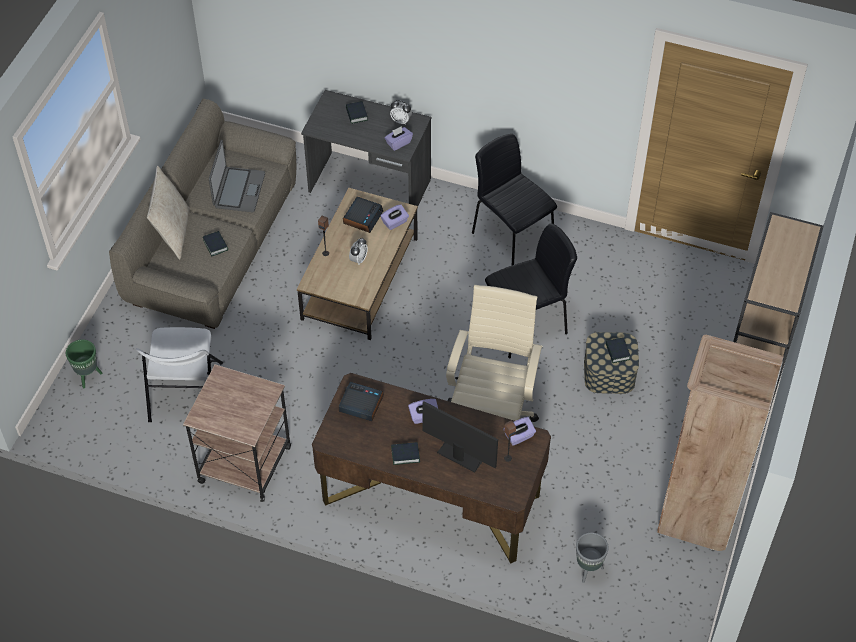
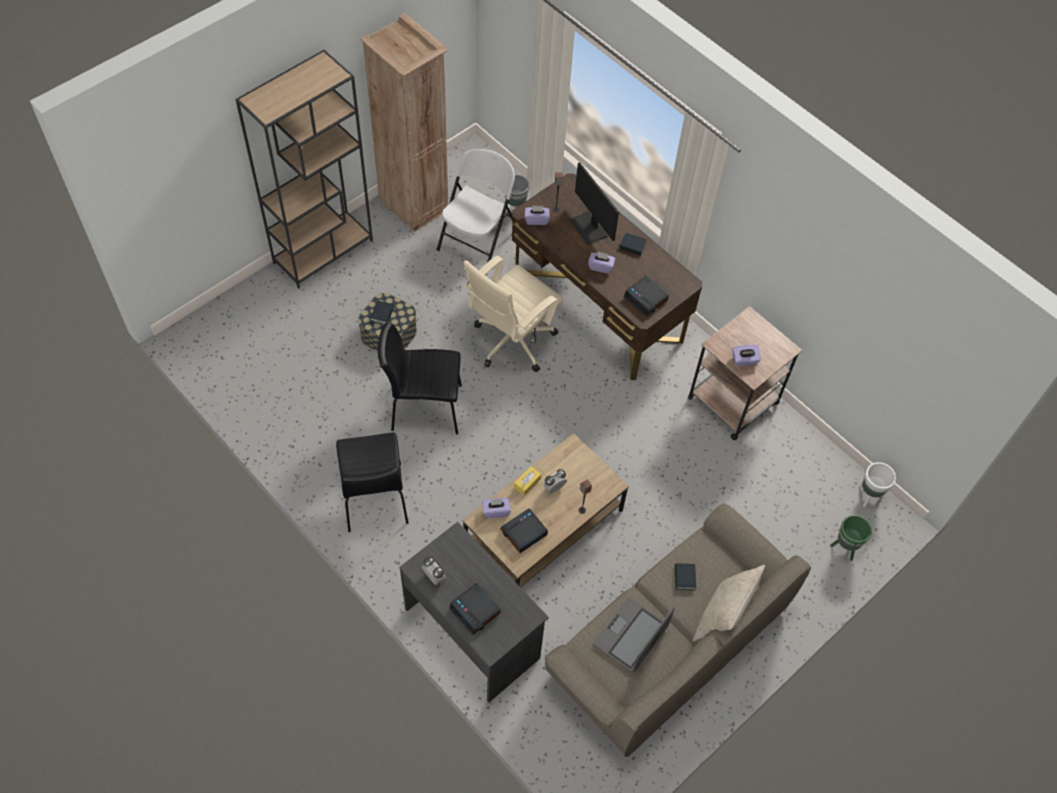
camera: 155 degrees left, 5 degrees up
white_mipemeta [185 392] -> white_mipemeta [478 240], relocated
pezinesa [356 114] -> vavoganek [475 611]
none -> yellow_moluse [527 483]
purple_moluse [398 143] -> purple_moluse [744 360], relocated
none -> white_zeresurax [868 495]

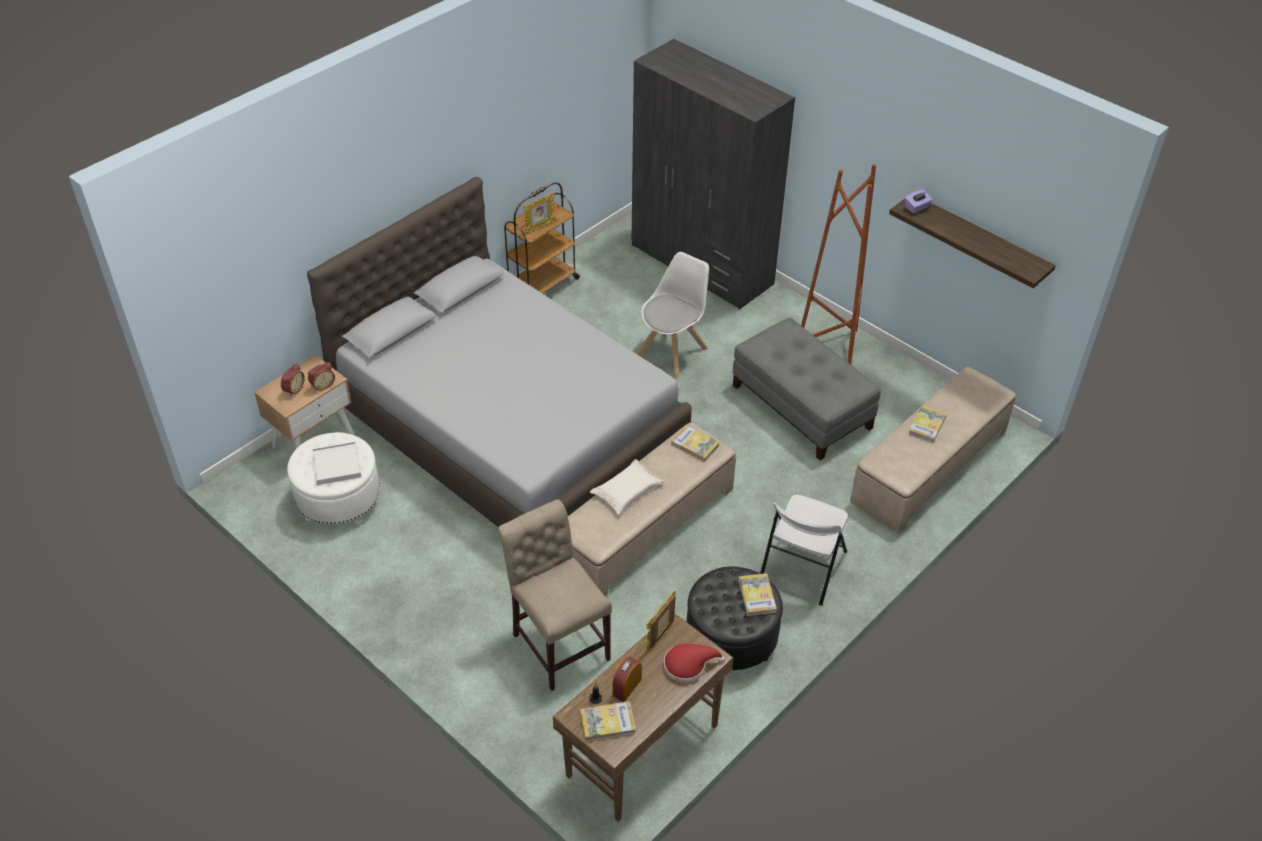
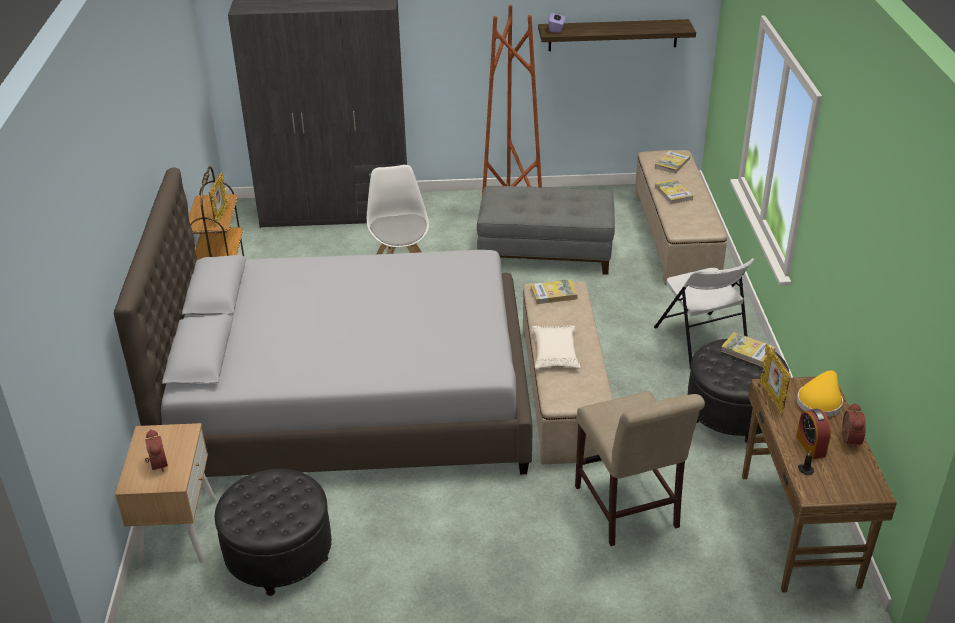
camera: 45 degrees left, 10 degrees down
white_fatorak [339 500] -> black_fatorak [279 557]
beige_mipemeta [558 642] -> beige_mipemeta [628 511], 120 degrees counterclockwise
pezinesa [607 722] -> pezinesa [672 163], relocated
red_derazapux [688 665] -> yellow_derazapux [820 401]
vavoganek [322 385] -> vavoganek [848 439], relocated
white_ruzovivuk [337 465] -> none

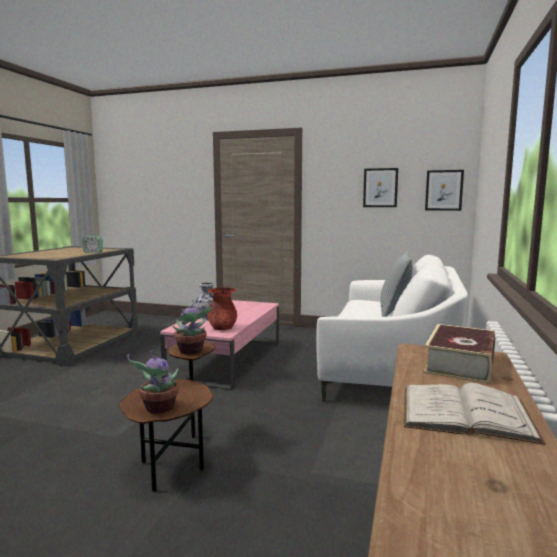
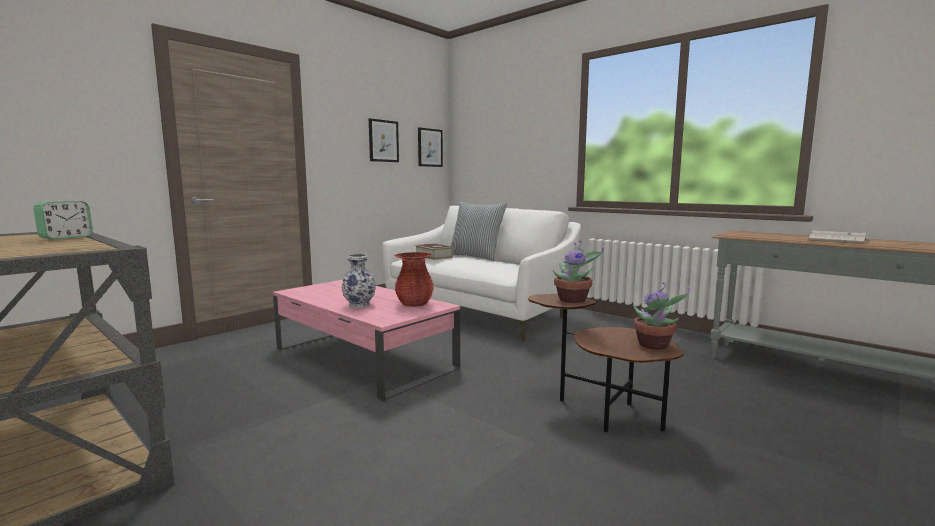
camera: 65 degrees left, 0 degrees up
pezinesa [460 363] -> pezinesa [433 256], relocated

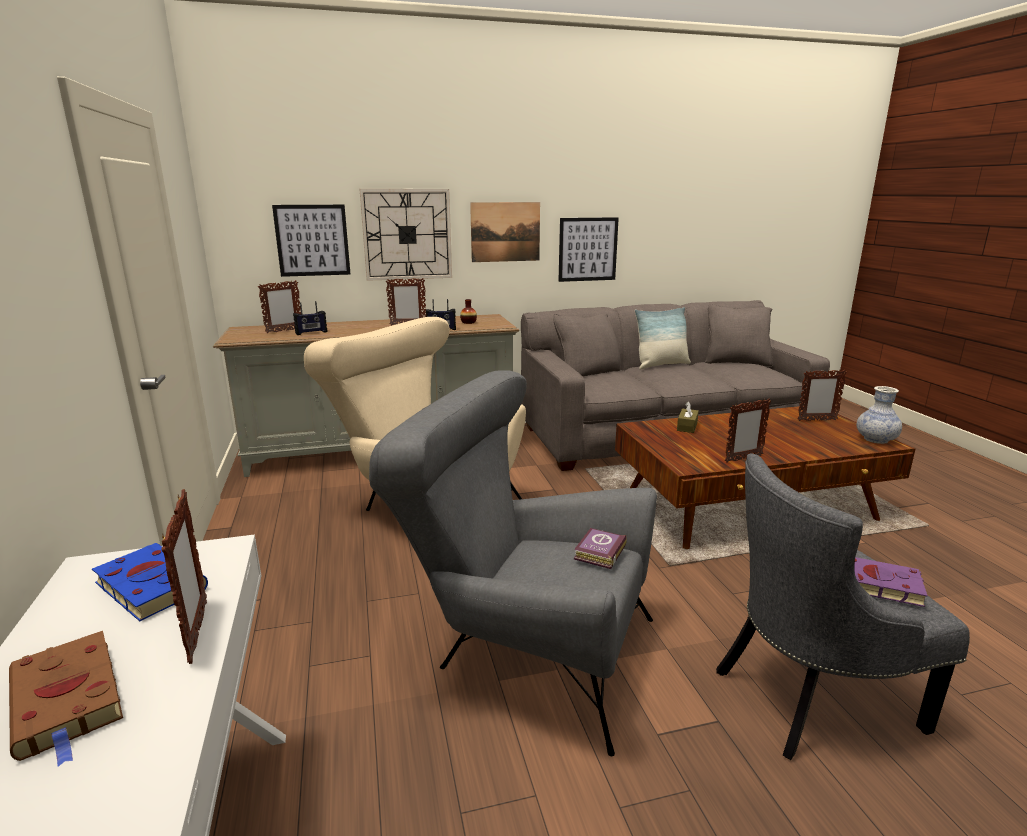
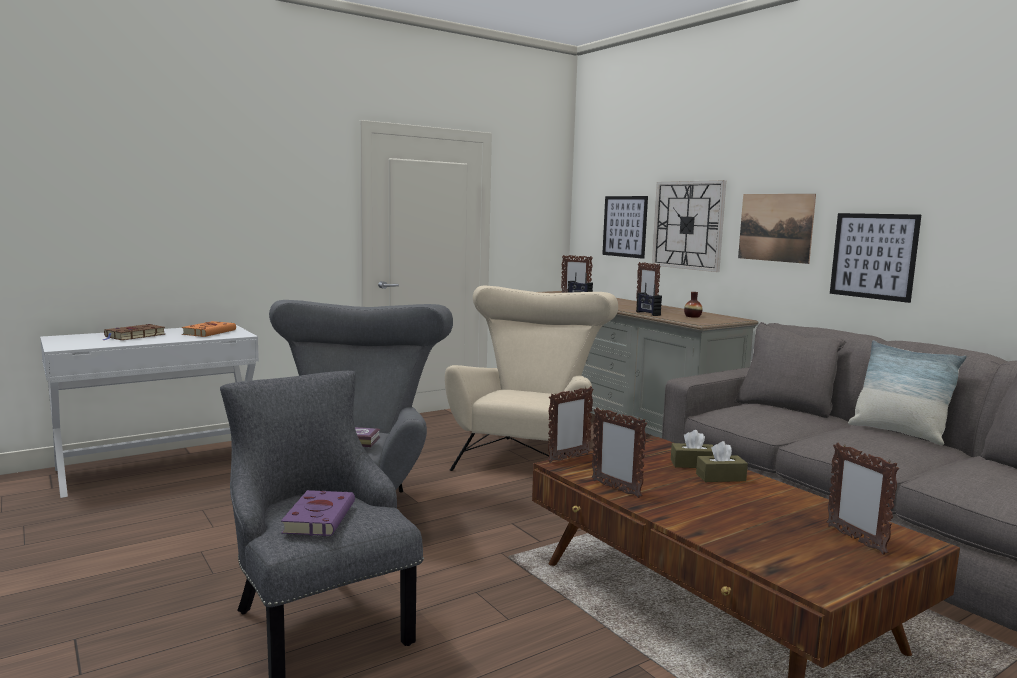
camera: 70 degrees right, 10 degrees down
blue_pezinesa [149 585] -> orange_pezinesa [210 332]
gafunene [197 632] -> gafunene [568 458], relocated
none -> brown_moluse [720 477]
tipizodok [876 439] -> none

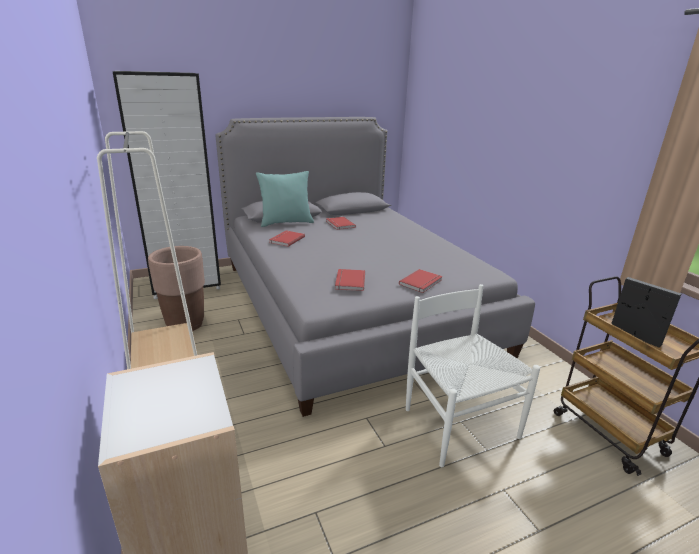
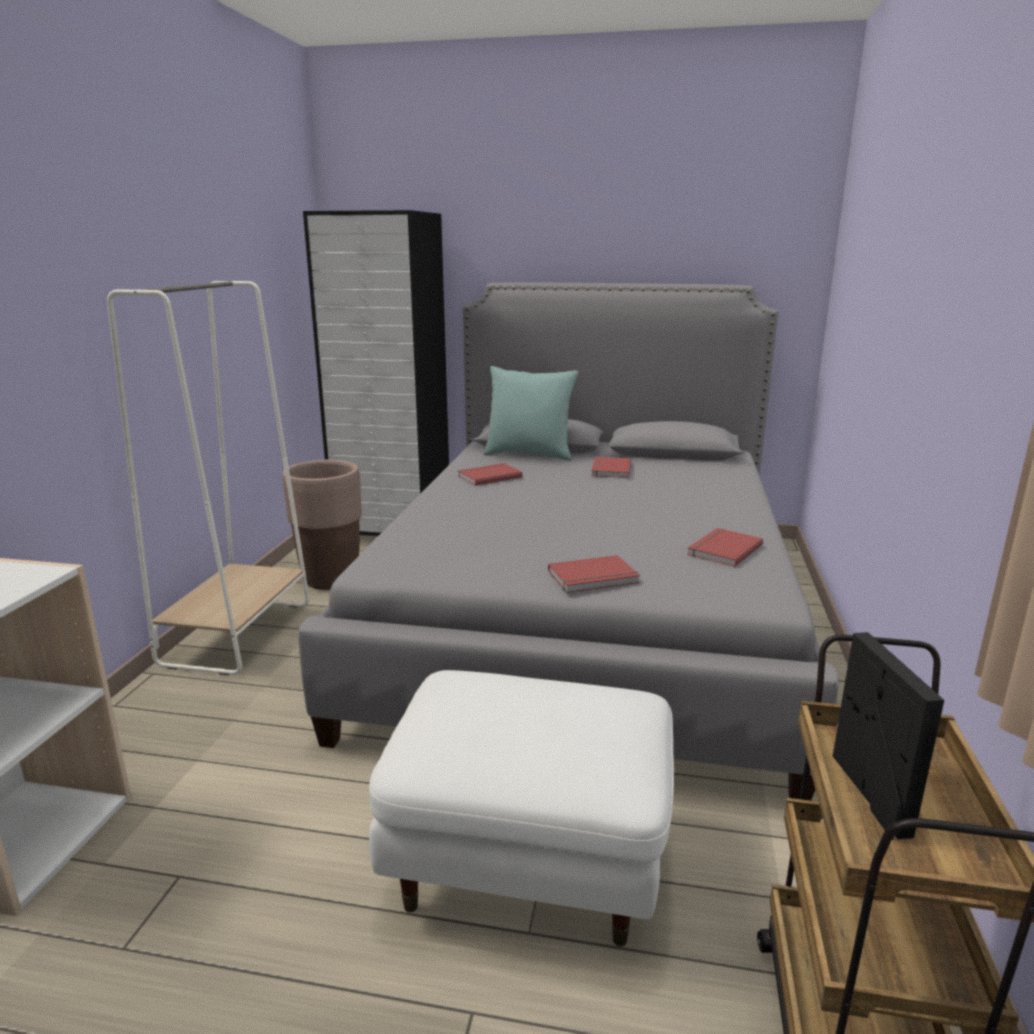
camera: 35 degrees right, 5 degrees down
white_mipemeta [457 424] -> white_fatorak [531 864]
red_pezinesa [349 281] -> red_pezinesa [722 549], relocated

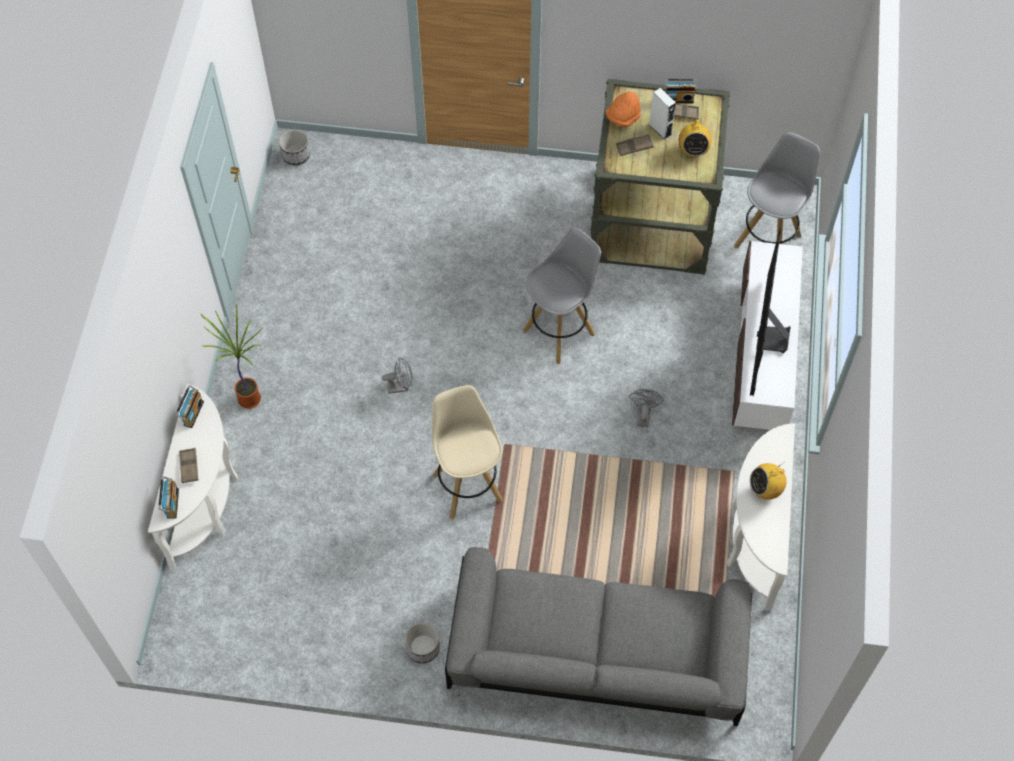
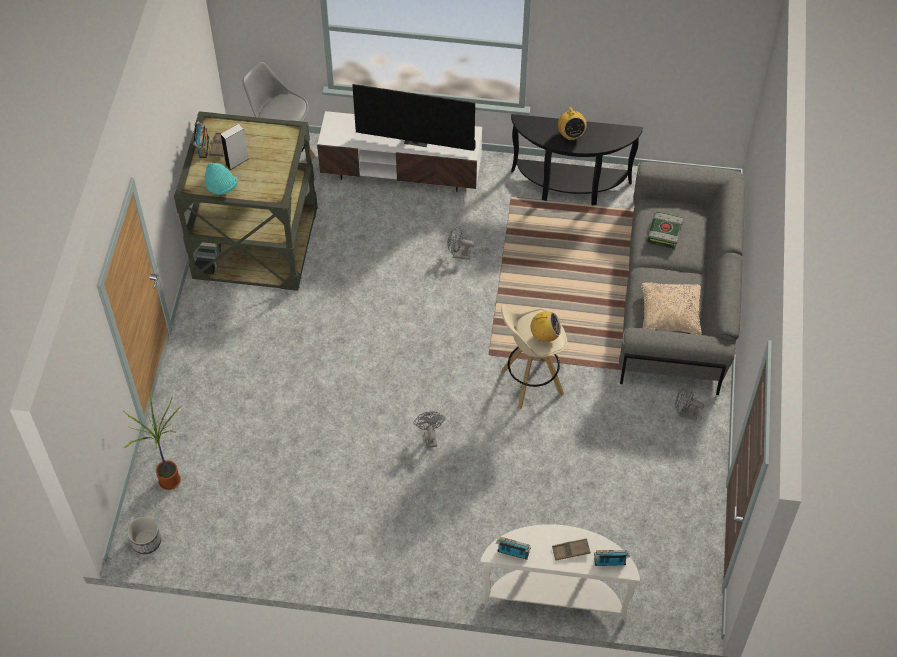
camera: 90 degrees left, 5 degrees down
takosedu [248 398] -> takosedu [168 482], relocated
orange_derazapux [623 117] -> turquoise_derazapux [221 187]
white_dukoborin [753 537] -> black_dukoborin [570 188]
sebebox [693 150] -> sebebox [545 336], relocated
none -> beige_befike [670 314]
none -> pezinesa [664 232]
zeresurax [422 648] -> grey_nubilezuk [684 413]
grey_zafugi [560 332] -> none
brown_ruzovivuk [634 147] -> none

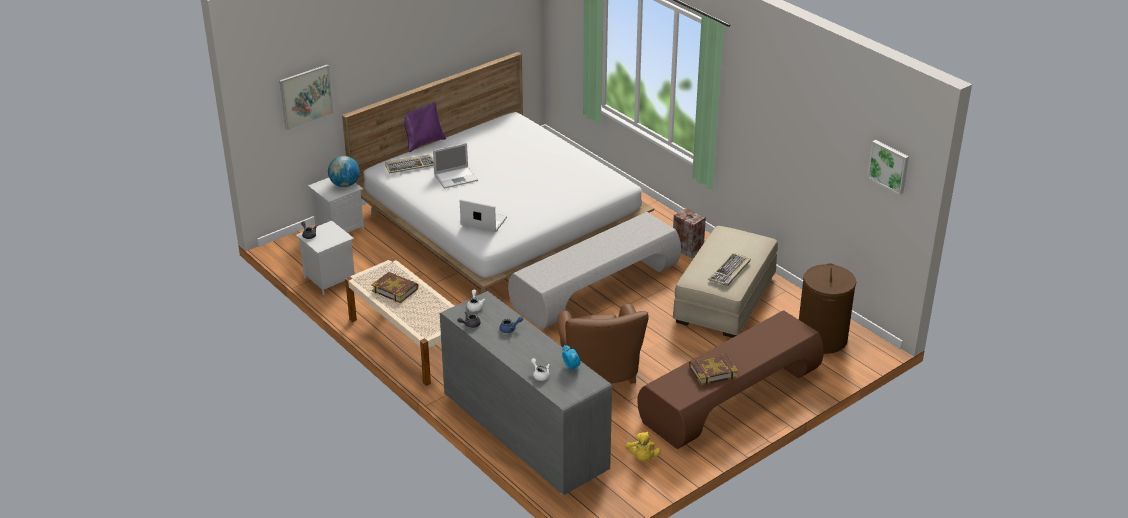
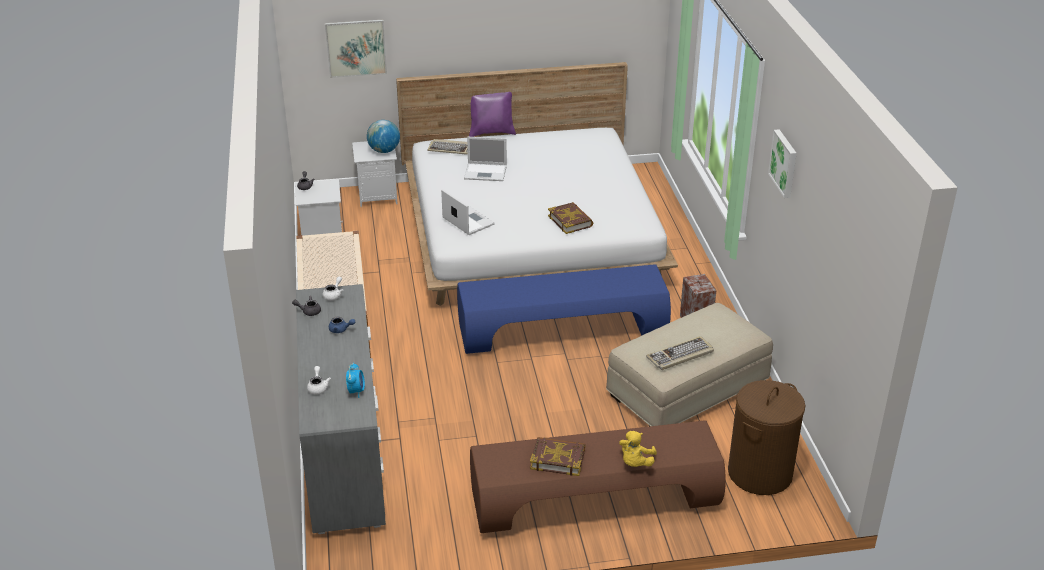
camera: 30 degrees right, 0 degrees up
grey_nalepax [595 286] -> blue_nalepax [562 328]
pezinesa [395 290] -> pezinesa [570 221], relocated
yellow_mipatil [642 457] -> yellow_mipatil [635 463], relocated
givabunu [889 166] -> givabunu [784 163], relocated
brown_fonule [600 373] -> none

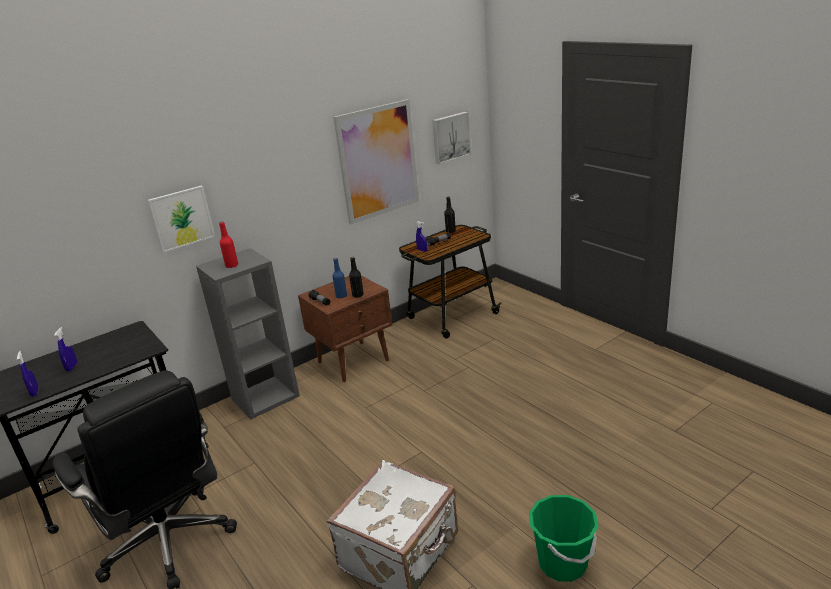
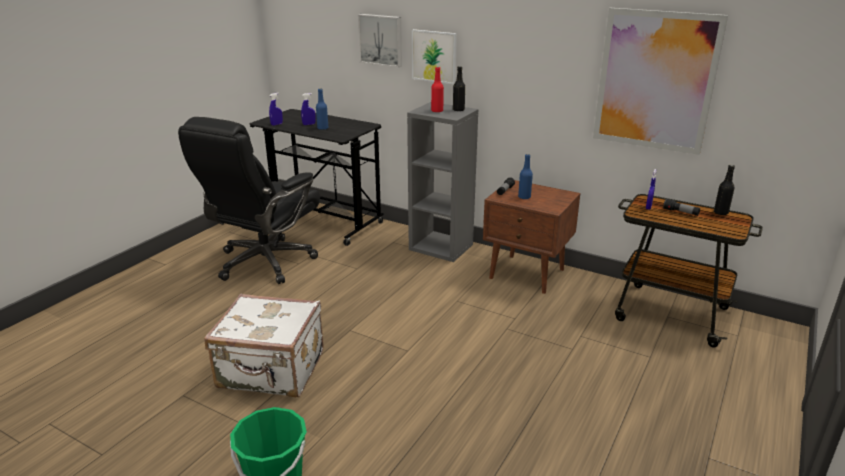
camera: 65 degrees right, 0 degrees up
none -> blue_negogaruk [322 128]
givabunu [450 137] -> givabunu [381 40], relocated
black_negogaruk [358 295] -> black_negogaruk [458 110], relocated

